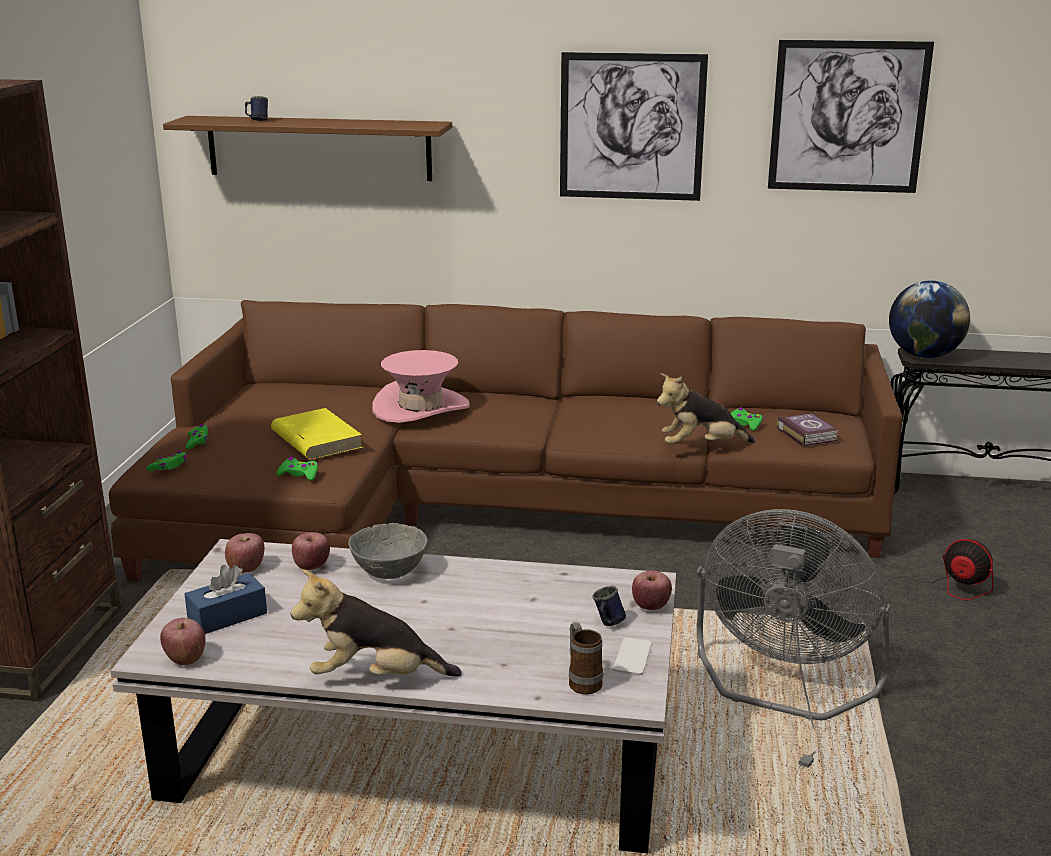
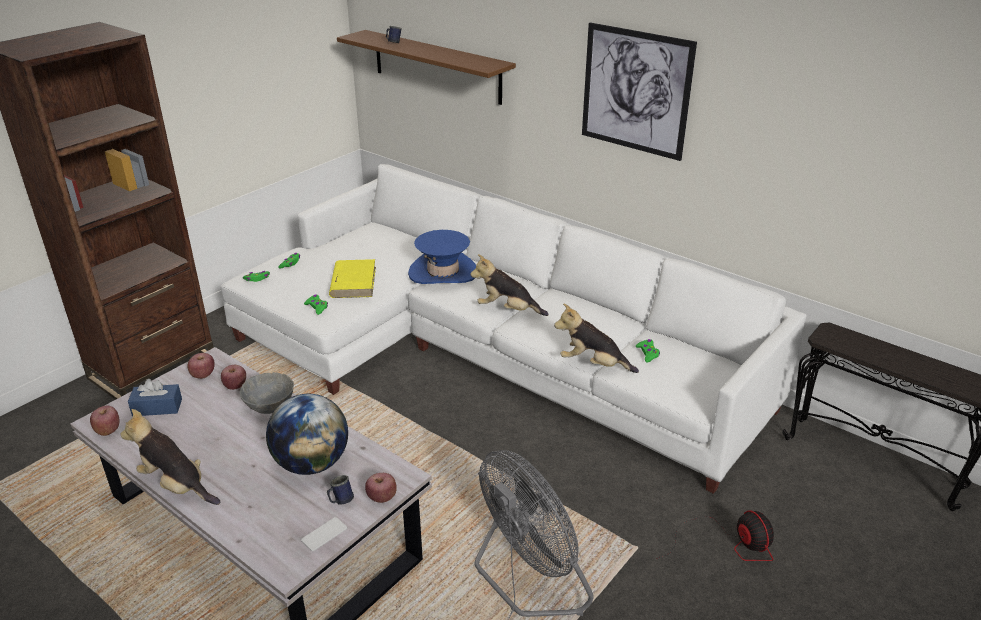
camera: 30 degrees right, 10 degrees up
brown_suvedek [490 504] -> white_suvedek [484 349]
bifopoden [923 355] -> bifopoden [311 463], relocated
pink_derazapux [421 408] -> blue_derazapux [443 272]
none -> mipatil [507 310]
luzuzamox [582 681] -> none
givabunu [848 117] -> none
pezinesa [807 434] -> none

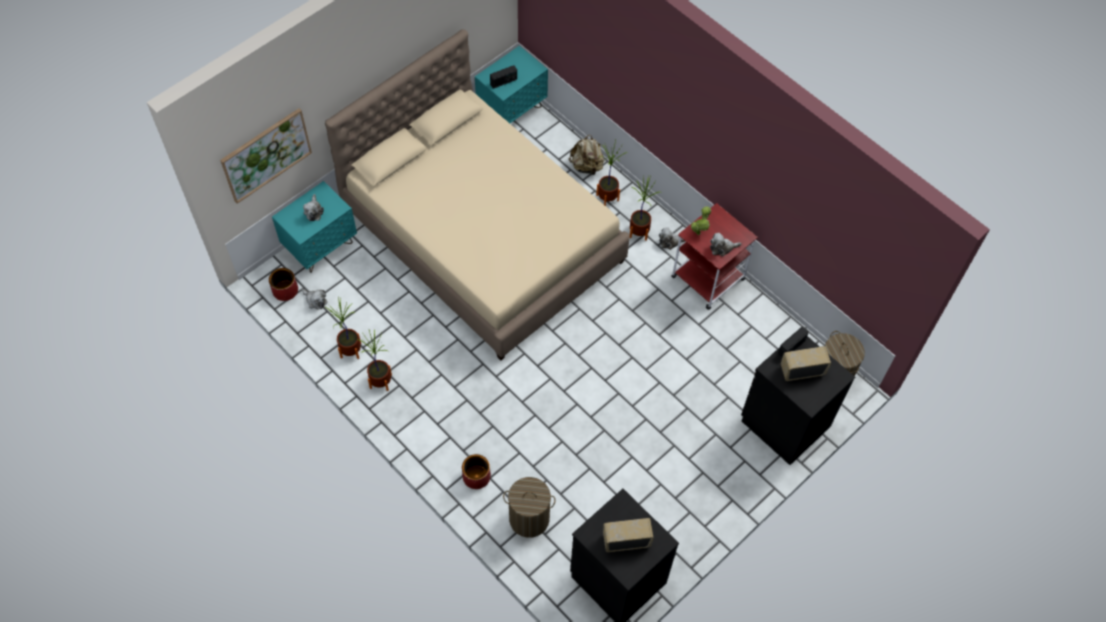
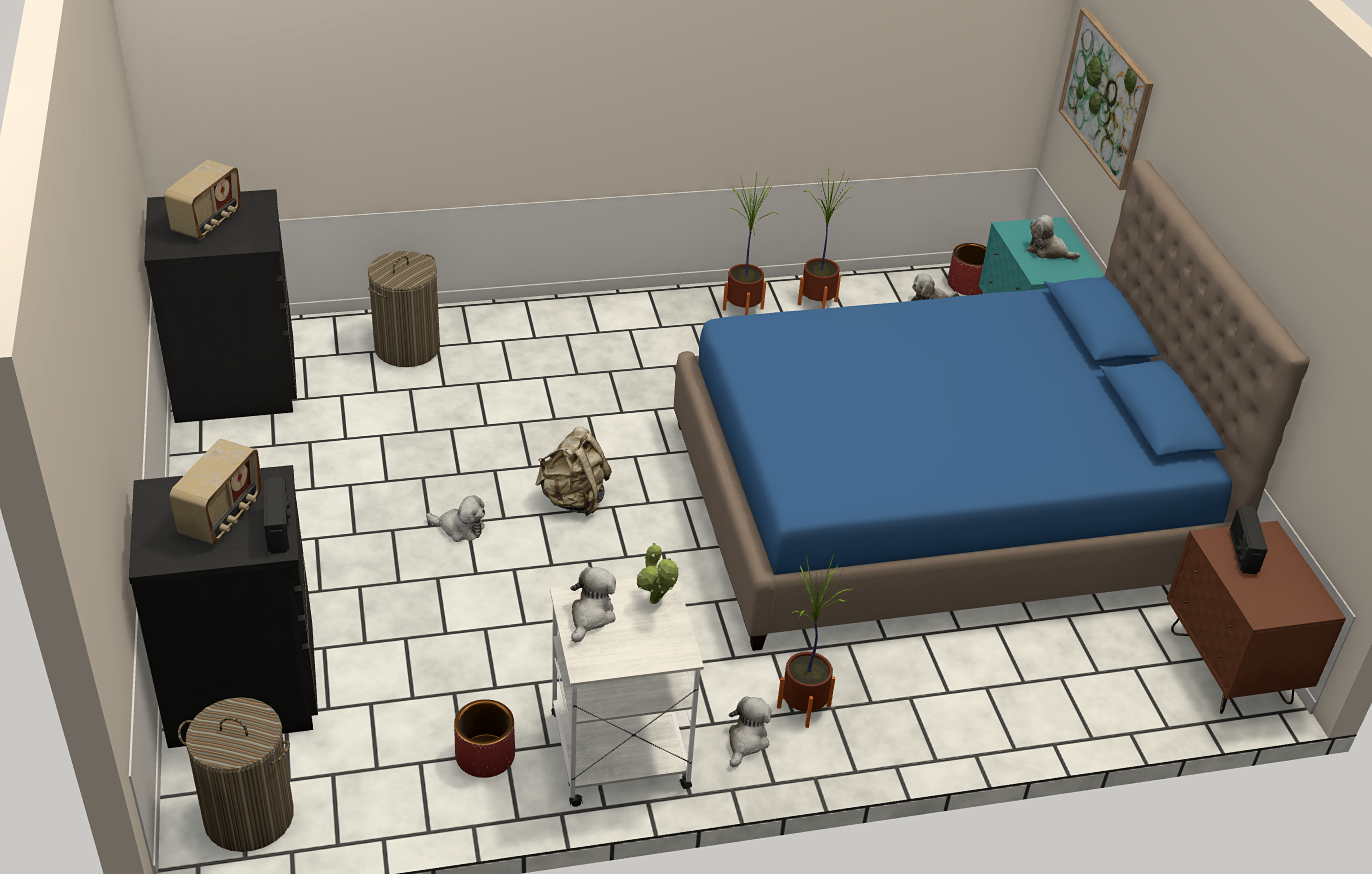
camera: 120 degrees right, 20 degrees down
none -> mipatil [460 528]
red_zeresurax [476 476] -> red_zeresurax [485 756], relocated
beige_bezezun [587 166] -> beige_bezezun [573 499], relocated
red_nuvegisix [708 279] -> white_nuvegisix [617 751]
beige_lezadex [482 234] -> blue_lezadex [939 505]
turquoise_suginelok [512 110] -> brown_suginelok [1230 668]
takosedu [607 197] -> none

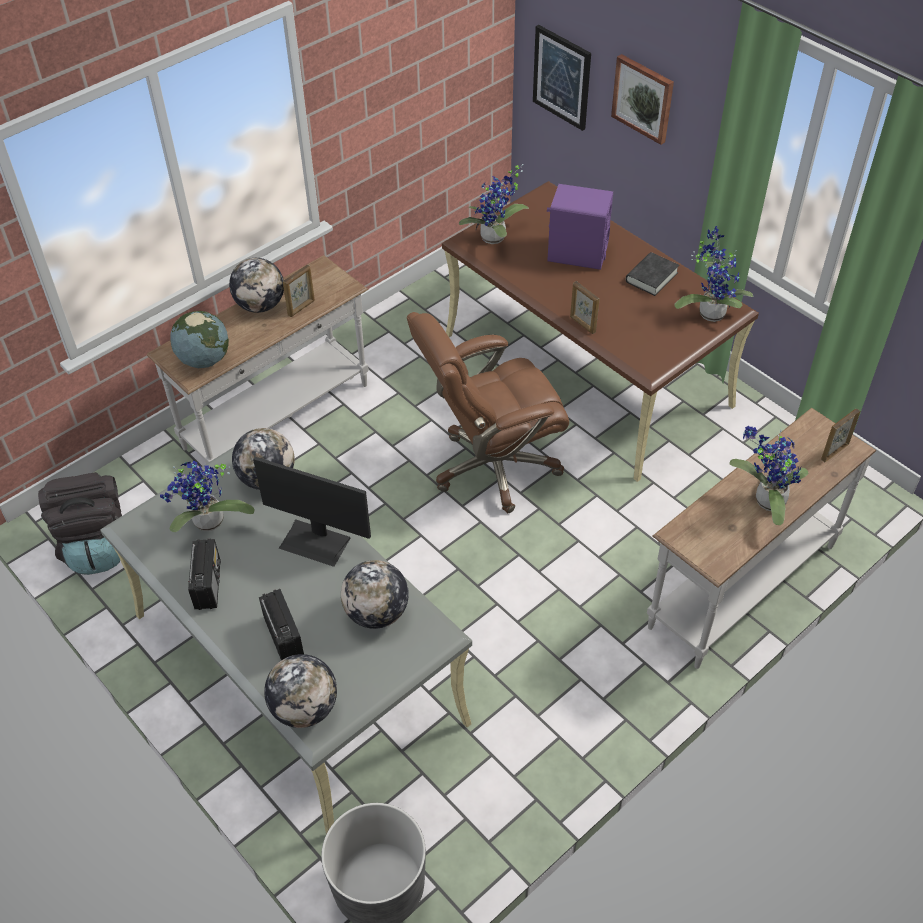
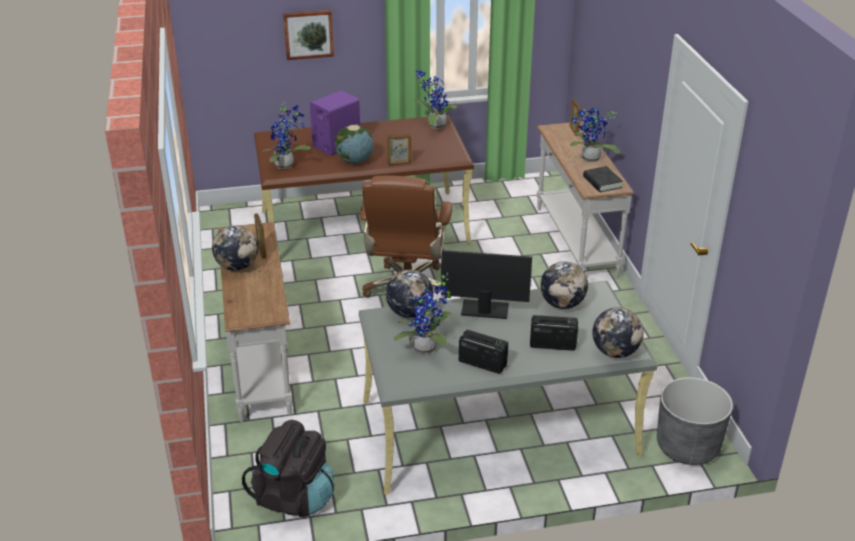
camera: 60 degrees left, 15 degrees down
bifopoden [204 359] -> bifopoden [354 161], relocated
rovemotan [315 542] -> rovemotan [484 309], 135 degrees counterclockwise
black_pezinesa [651 277] -> black_pezinesa [602 182], relocated
givabunu [562 77] -> none

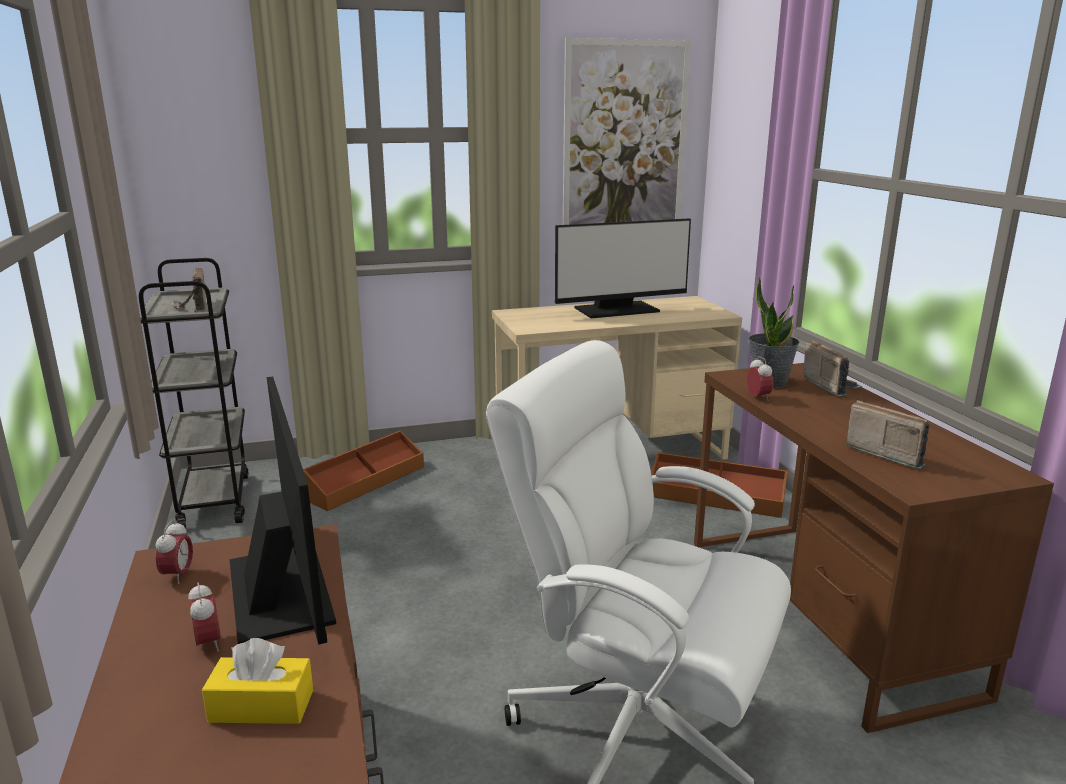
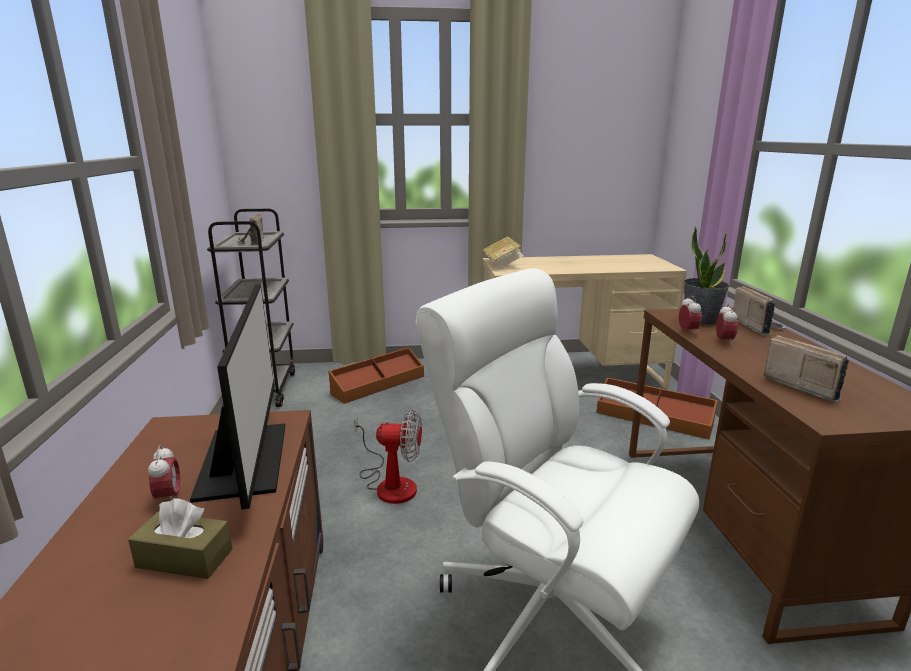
camera: 10 degrees right, 0 degrees up
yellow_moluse [261 706] -> brown_moluse [184 558]
none -> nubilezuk [390 483]
none -> pezinesa [502 264]
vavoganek [178 575] -> vavoganek [724 341], relocated
rovemotan [617 310] -> none
givabunu [624 141] -> none

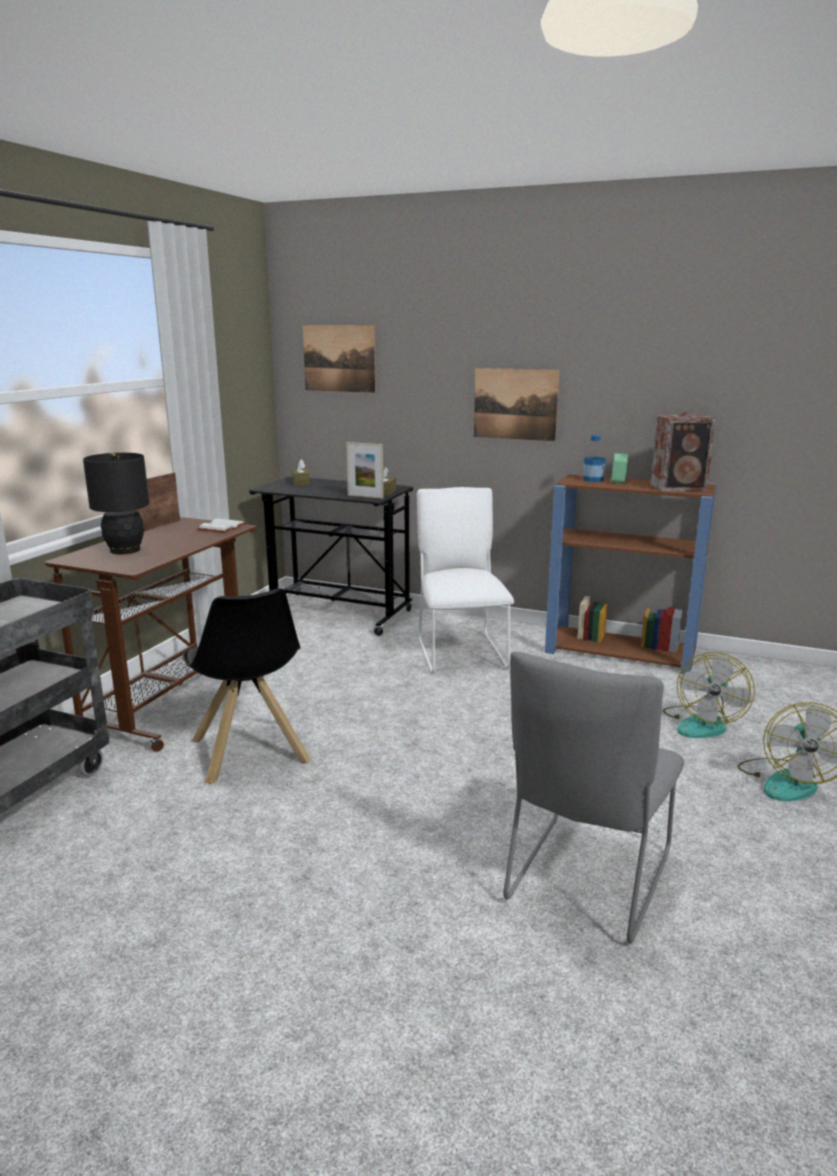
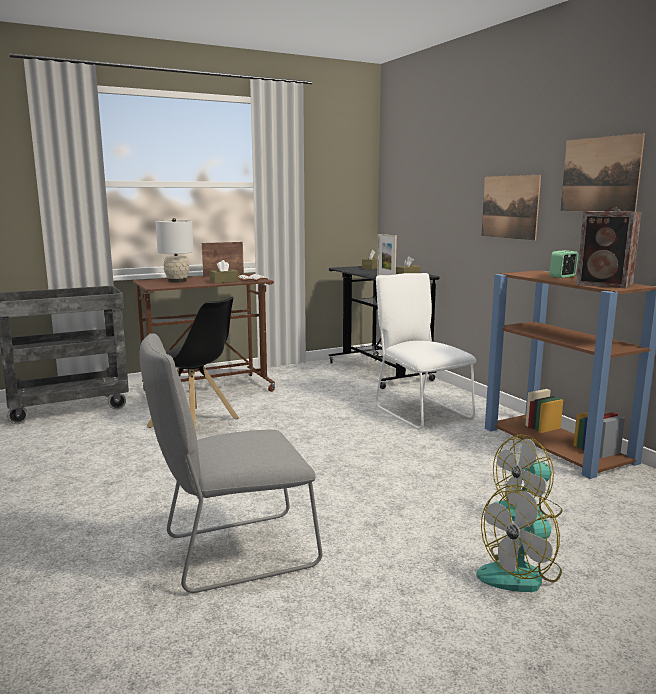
camera: 40 degrees right, 5 degrees down
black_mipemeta [250 753] -> black_mipemeta [195 423], 75 degrees counterclockwise
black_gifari [125 550] -> white_gifari [177 281]
none -> brown_moluse [224 281]
white_mipemeta [460 651] -> white_mipemeta [419 411], 60 degrees counterclockwise
givabunu [339 358] -> givabunu [600 174], relocated
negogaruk [593 480] -> none

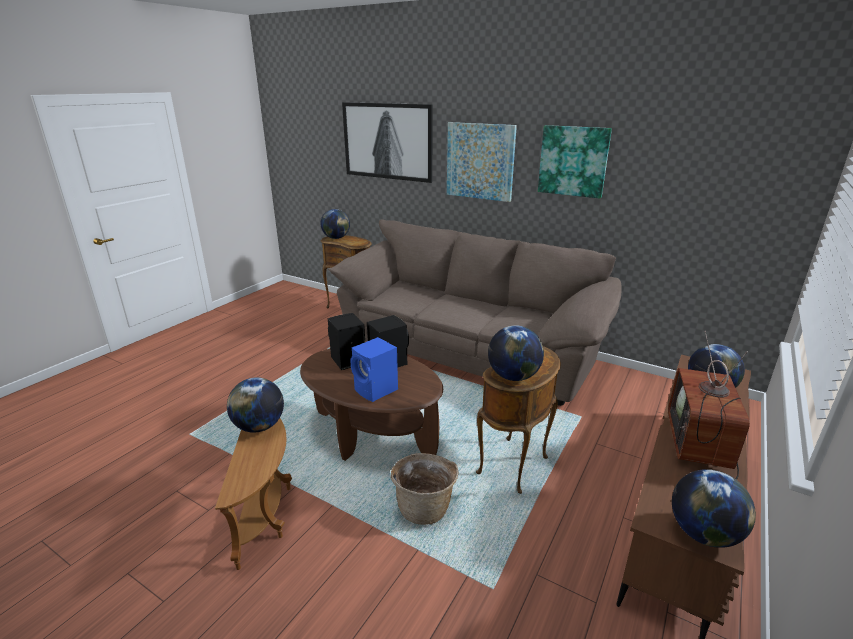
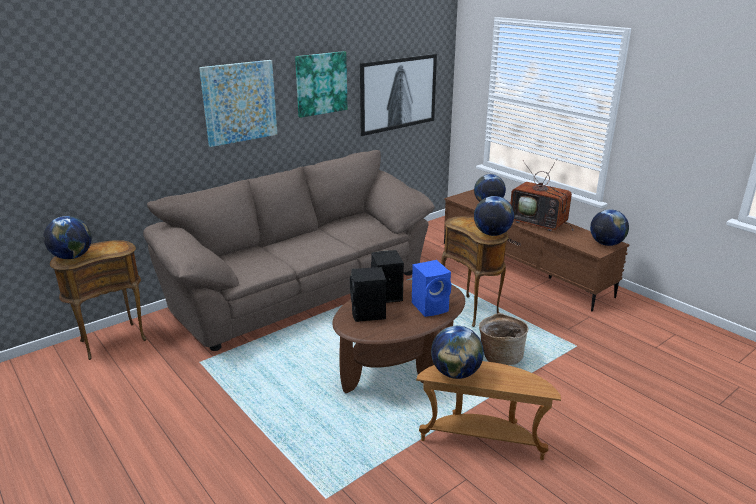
camera: 70 degrees left, 0 degrees up
givabunu [388 141] -> givabunu [398 93], relocated

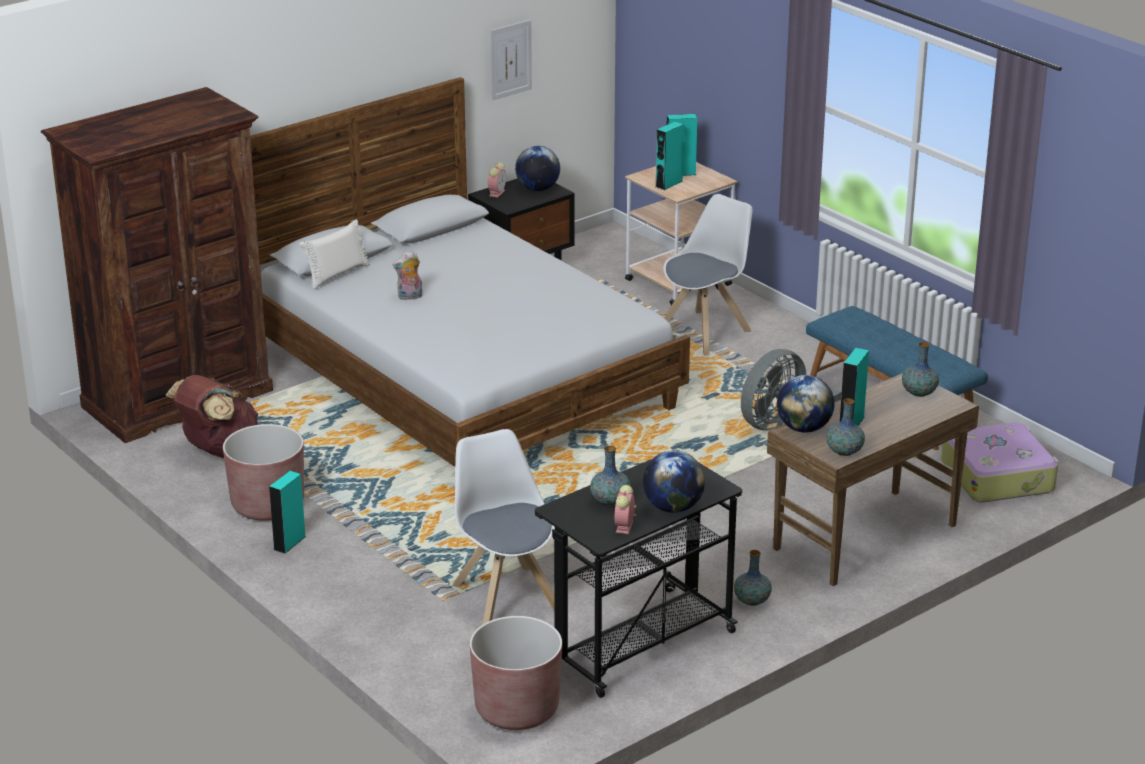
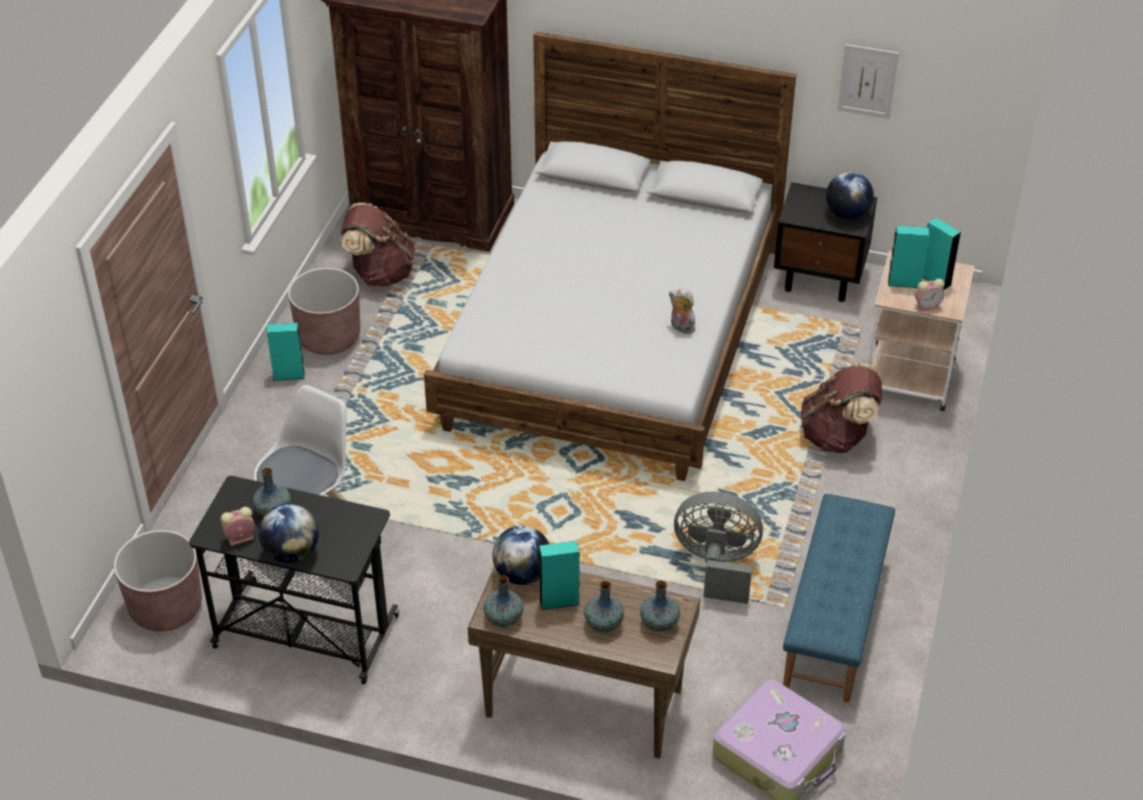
camera: 55 degrees right, 15 degrees up
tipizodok [752 601] -> tipizodok [603 624], relocated
mipatil [409 297] -> mipatil [681 328], relocated
mipemeta [704 332] -> brown_bezezun [838 436]
vavoganek [497 192] -> vavoganek [927 306], relocated
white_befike [336 275] -> none

